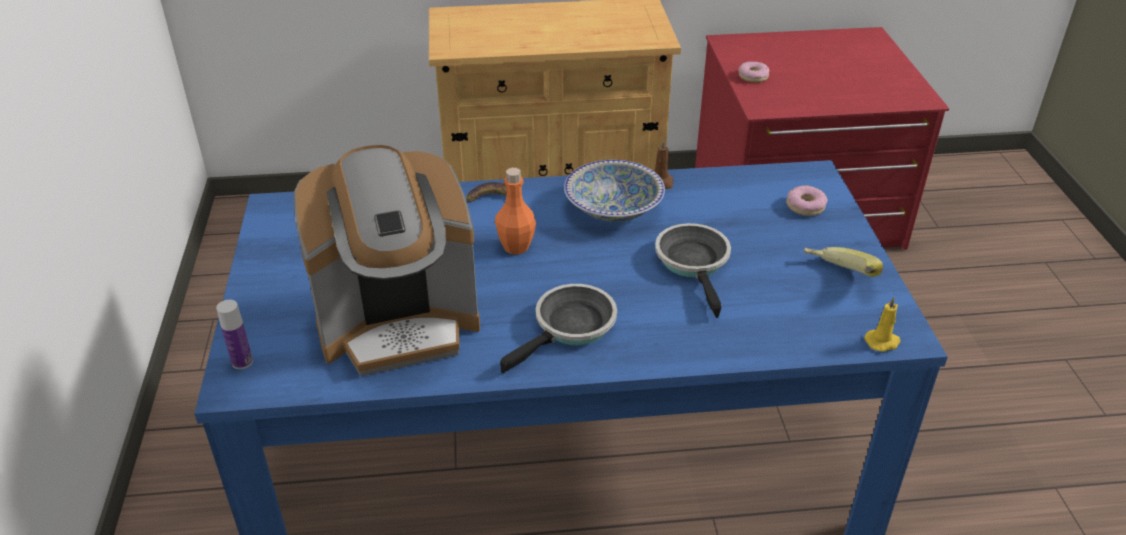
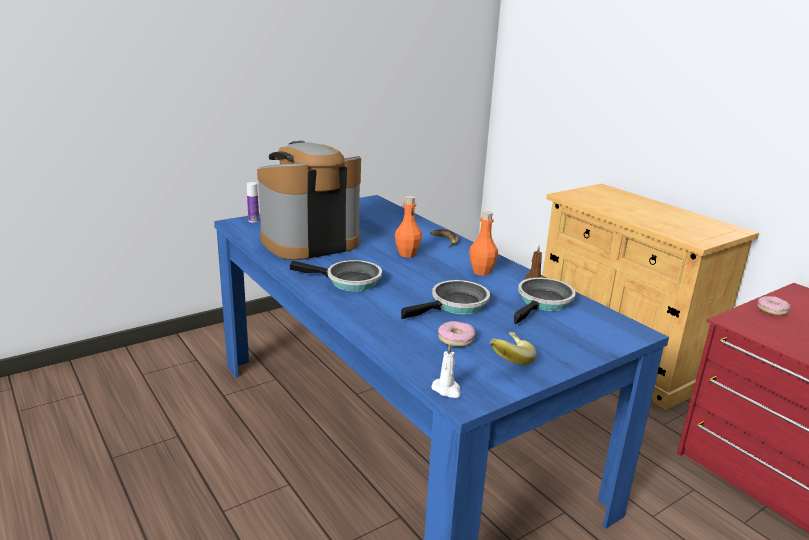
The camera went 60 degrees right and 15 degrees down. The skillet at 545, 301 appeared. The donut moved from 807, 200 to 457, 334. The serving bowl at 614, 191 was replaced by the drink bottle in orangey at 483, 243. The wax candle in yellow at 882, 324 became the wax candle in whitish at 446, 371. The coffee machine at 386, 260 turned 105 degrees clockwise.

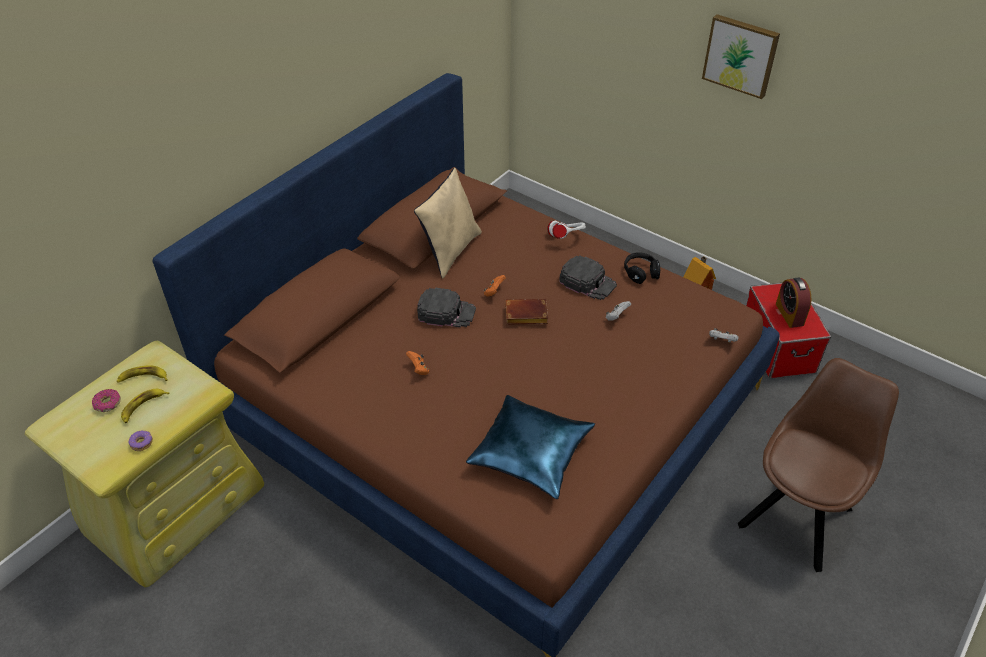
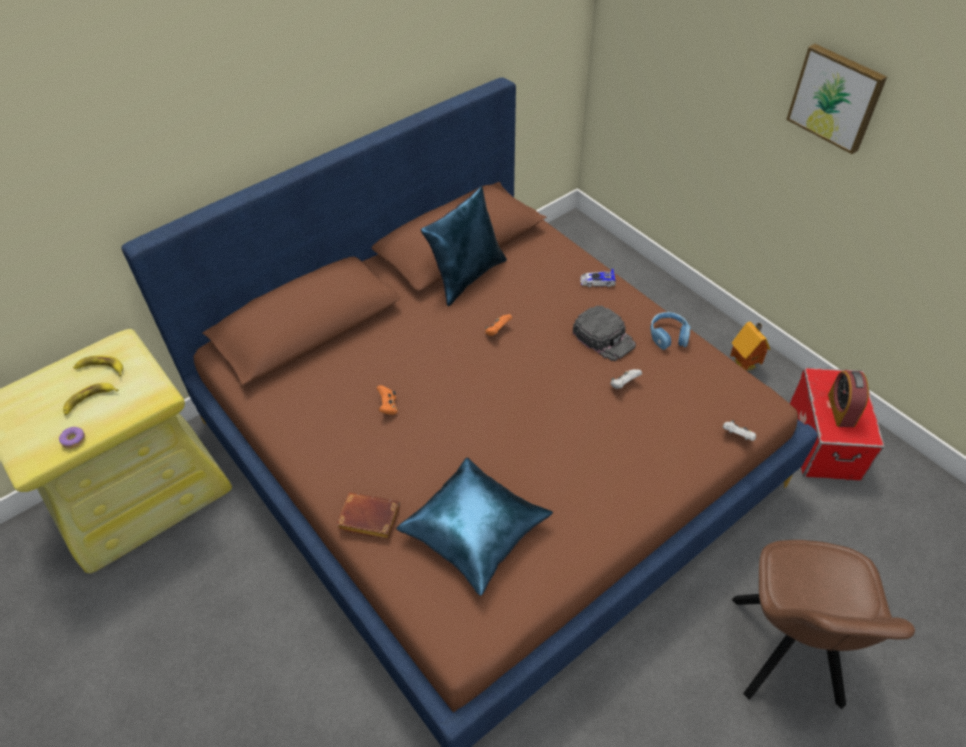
The camera went 15 degrees right and 5 degrees up. The donut at 106, 400 disappeared. The peaked cap in black at 446, 308 disappeared. The book in brownish moved from 526, 312 to 368, 516. The headphones in whitish at 566, 230 was replaced by the miniature car at 598, 277. The throw pillow in beige at 448, 223 became the throw pillow in blue-coloured at 464, 246. The headphones in black at 642, 268 became the headphones in blue-coloured at 670, 331. The plain chair in brownish at 818, 465 turned 135 degrees clockwise.

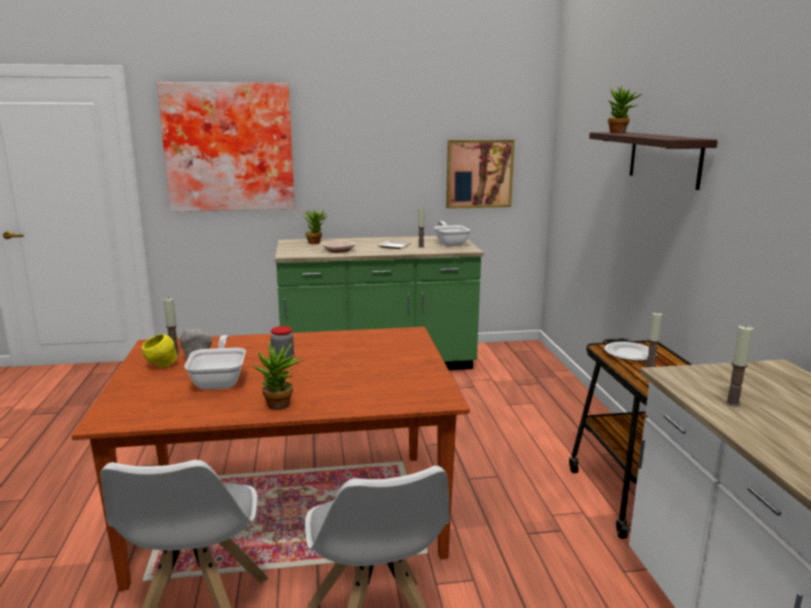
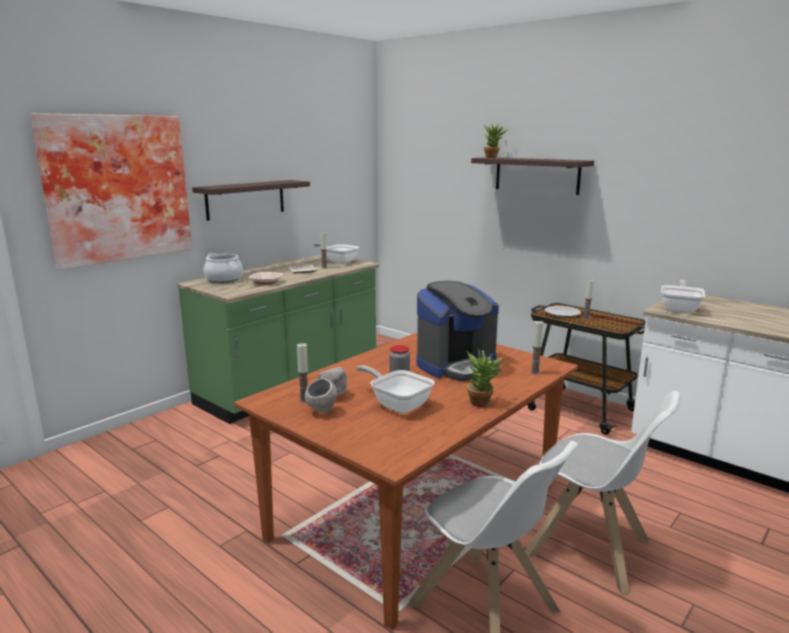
The camera went 40 degrees left and 0 degrees up. The wall picture at 480, 174 disappeared. The shelf at 251, 200 appeared. The coffee machine at 458, 331 appeared. The skillet at 683, 296 appeared. The wax candle moved from 739, 366 to 537, 347. The houseplant at 315, 227 was replaced by the stockpot at 223, 268. The serving bowl in yellow at 160, 351 became the serving bowl in gray at 321, 395.

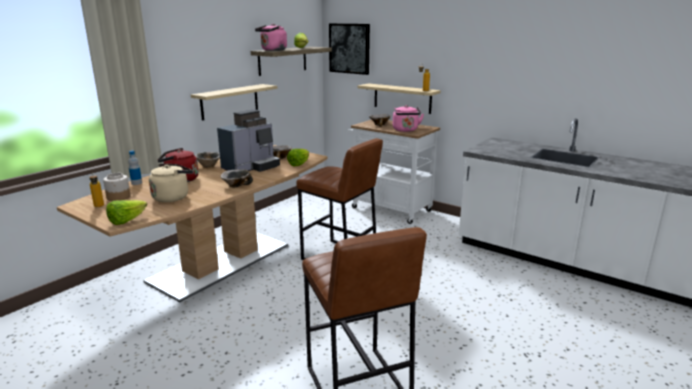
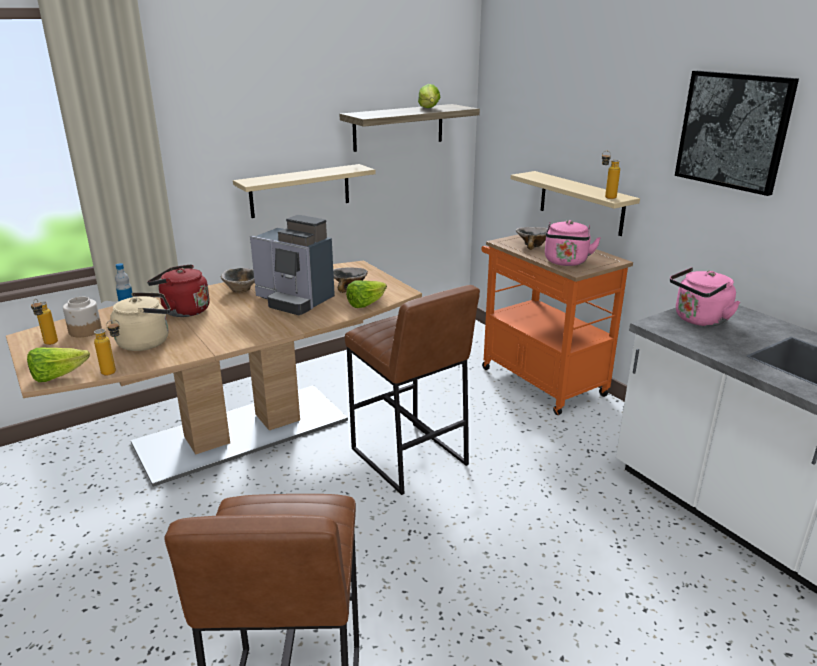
The camera went 20 degrees right and 5 degrees up. The serving bowl at 237, 178 disappeared. The drink bottle at 107, 348 appeared. The water kettle in pink-coloured moved from 271, 37 to 705, 297. The wall picture moved from 349, 49 to 737, 133. The cart in whitish at 393, 172 became the cart in orangey at 557, 324. The coffee machine at 248, 140 turned 60 degrees clockwise.

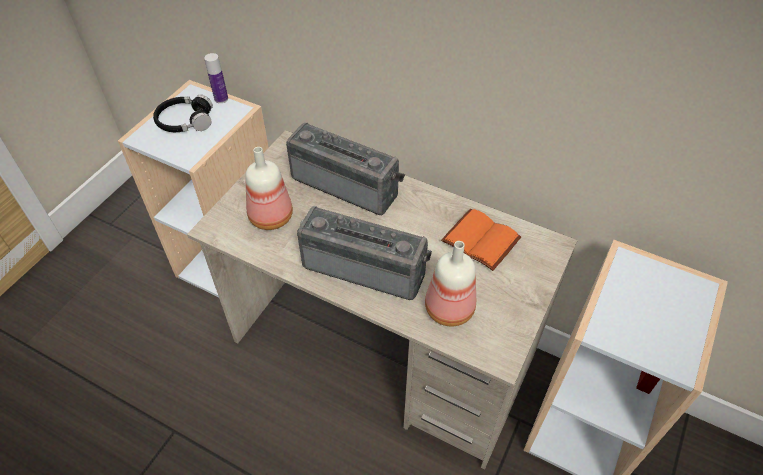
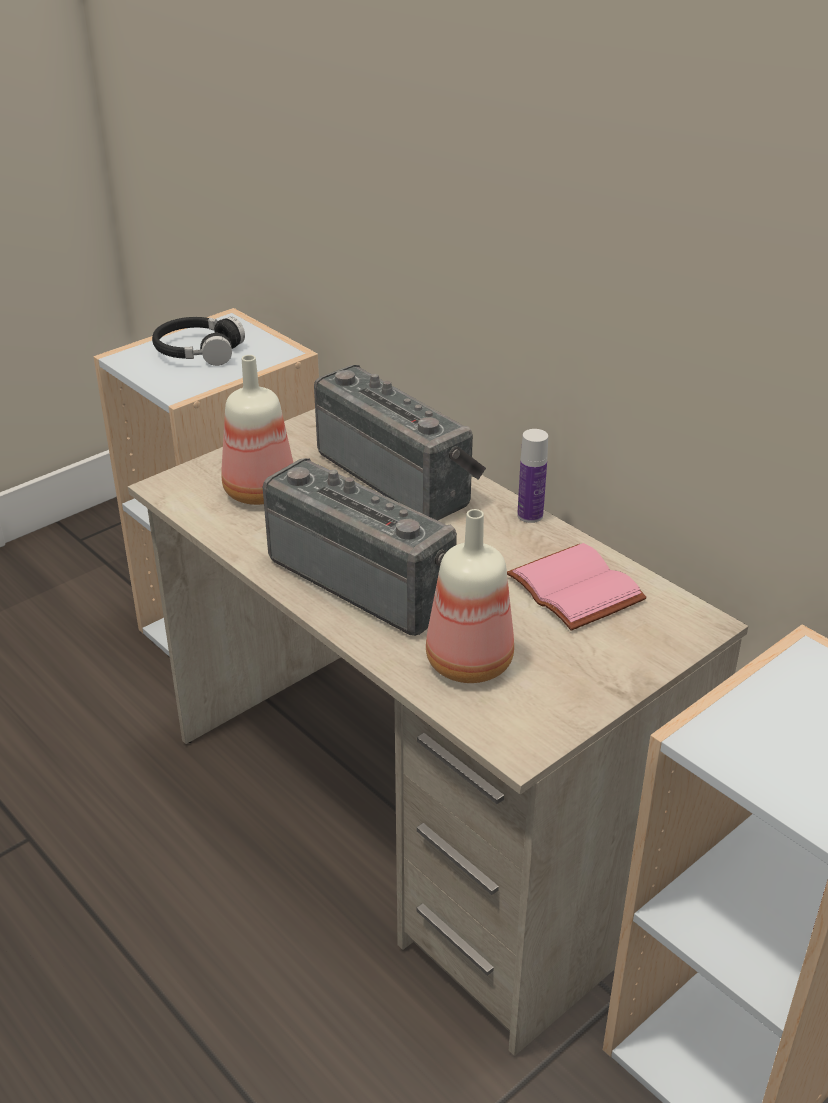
The camera went 20 degrees right and 15 degrees down. The drink bottle moved from 216, 78 to 532, 476. The book in orangey at 481, 240 became the book in pink-coloured at 577, 587.

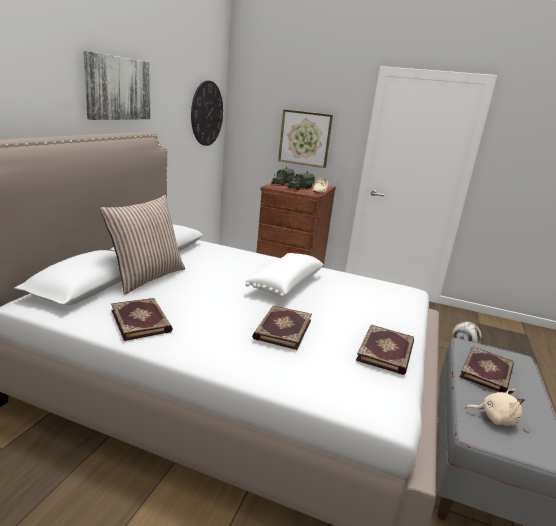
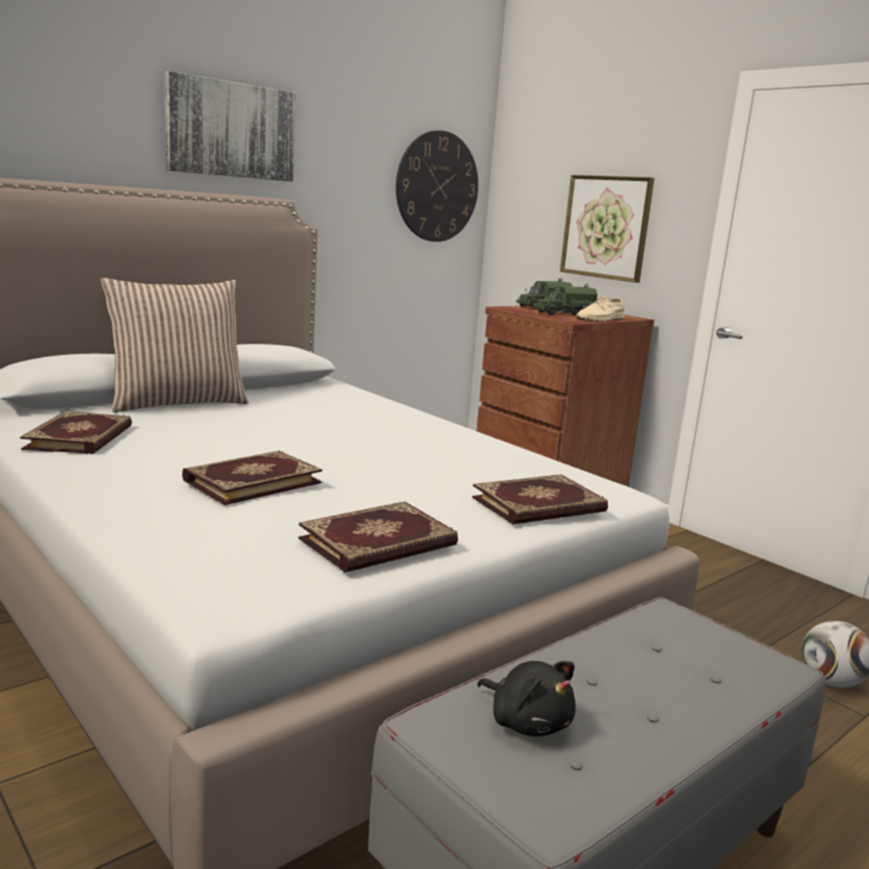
The camera went 30 degrees right and 5 degrees down. The throw pillow in whitish at 284, 275 disappeared. The book moved from 487, 369 to 540, 499. The cuddly toy in beige at 495, 407 became the cuddly toy in black at 526, 699.

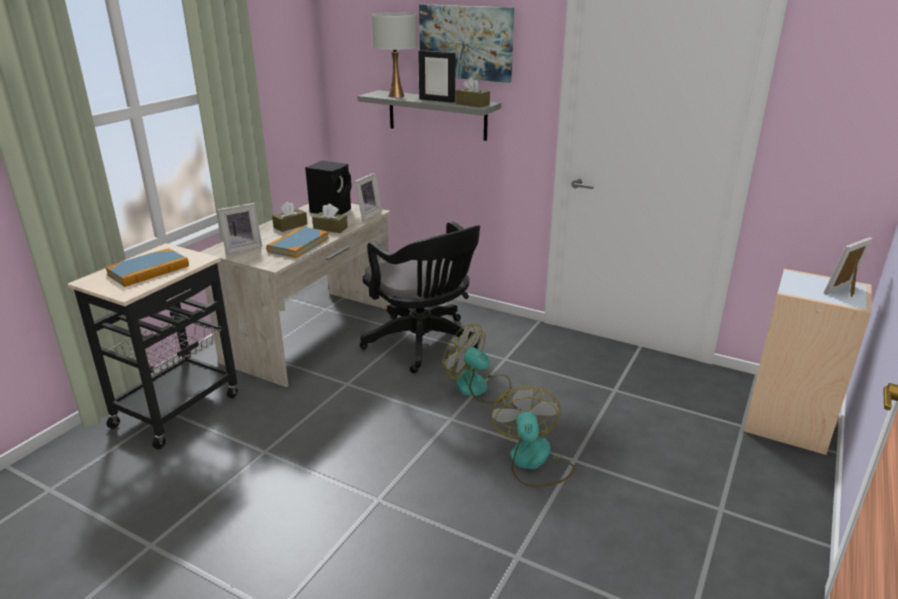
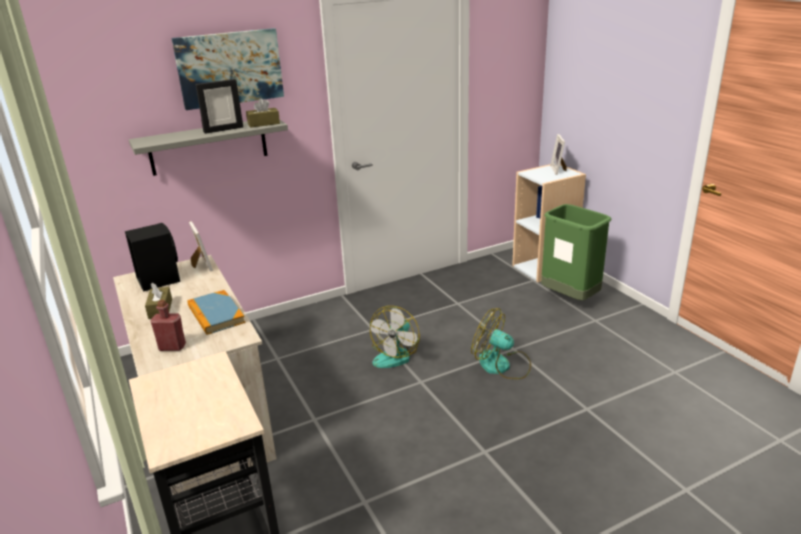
The camera went 55 degrees left and 0 degrees up. The book at 147, 267 disappeared. The box of tissues in brownish at 330, 218 disappeared. The computer chair in black at 420, 298 disappeared. The table lamp in whitish at 394, 55 disappeared. The trash can in green at 576, 252 appeared. The photo frame at 239, 228 was replaced by the drink bottle in red-coloured at 168, 325. The cooling fan at 476, 363 turned 45 degrees counterclockwise.

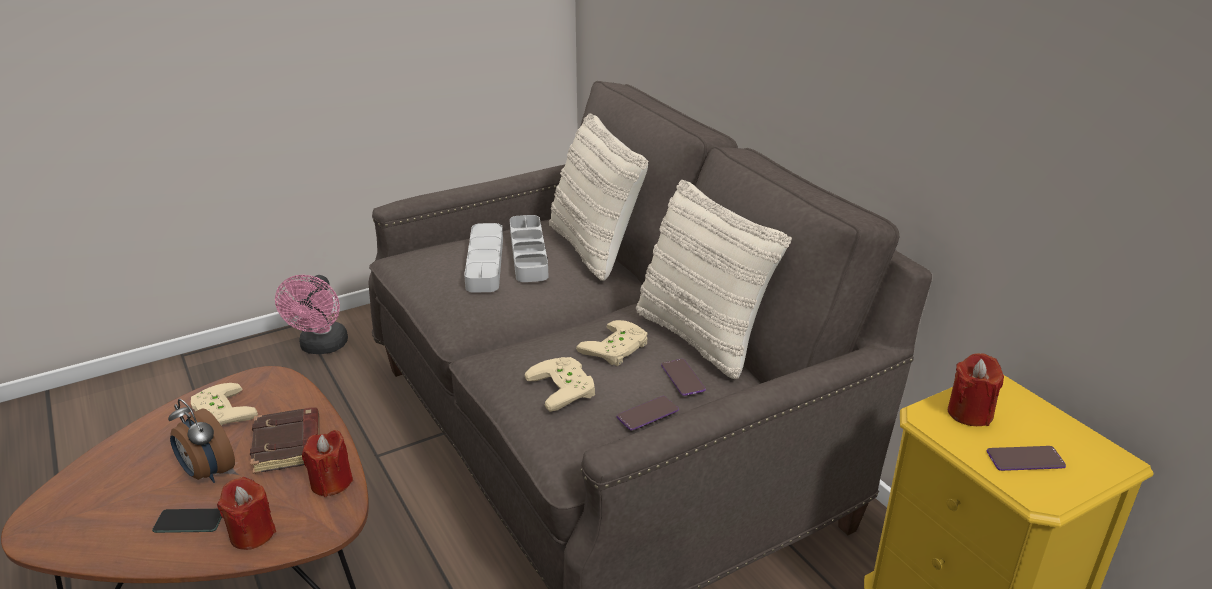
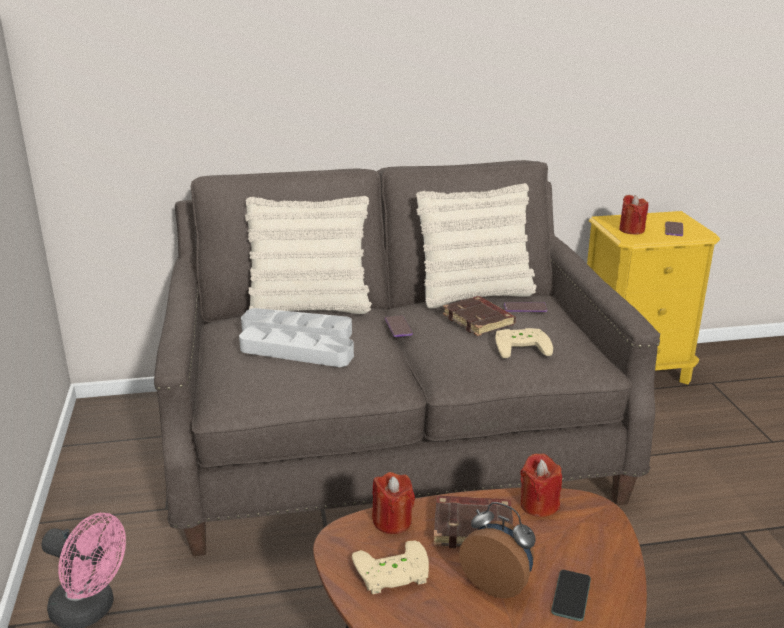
The camera went 70 degrees left and 5 degrees down. The wax candle in red-coloured moved from 246, 513 to 393, 503. The phone moved from 648, 413 to 399, 326. The game controller in beige at 612, 343 was replaced by the book in brownish at 479, 316. The table clock at 201, 441 turned 120 degrees counterclockwise.

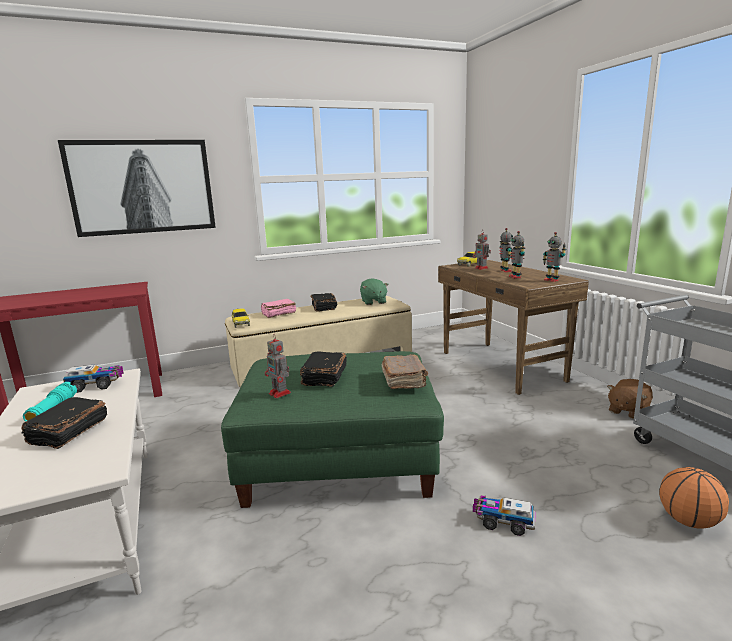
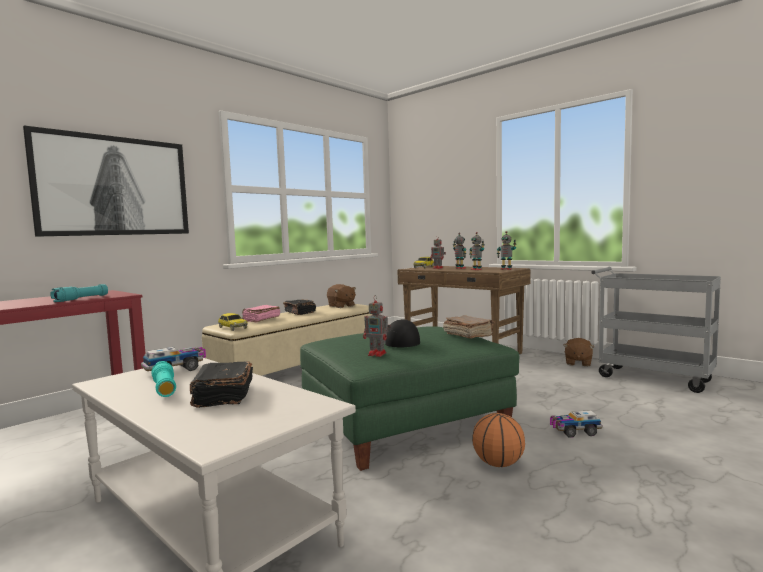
The camera went 25 degrees left and 10 degrees down. The torch in turquoise-coloured at 79, 293 appeared. The basketball moved from 694, 498 to 498, 440. The book in black at 323, 369 was replaced by the peaked cap at 402, 333. The cuddly toy in green at 374, 291 became the cuddly toy in brownish at 341, 296.

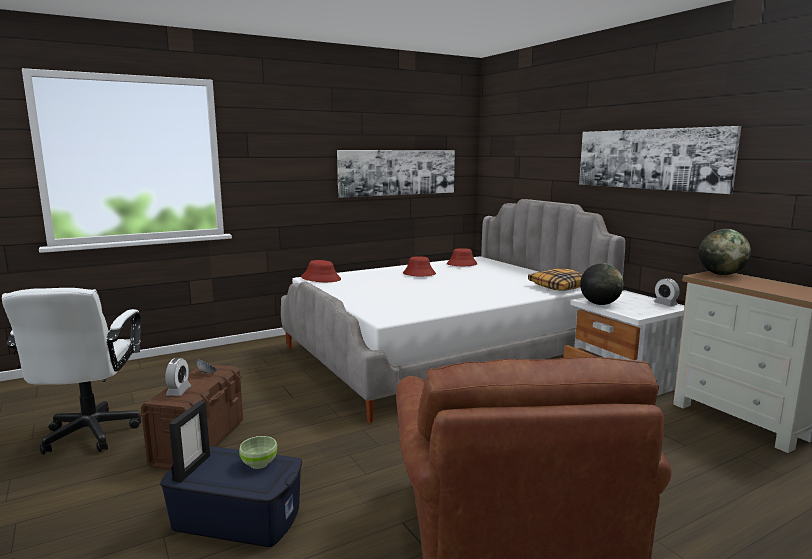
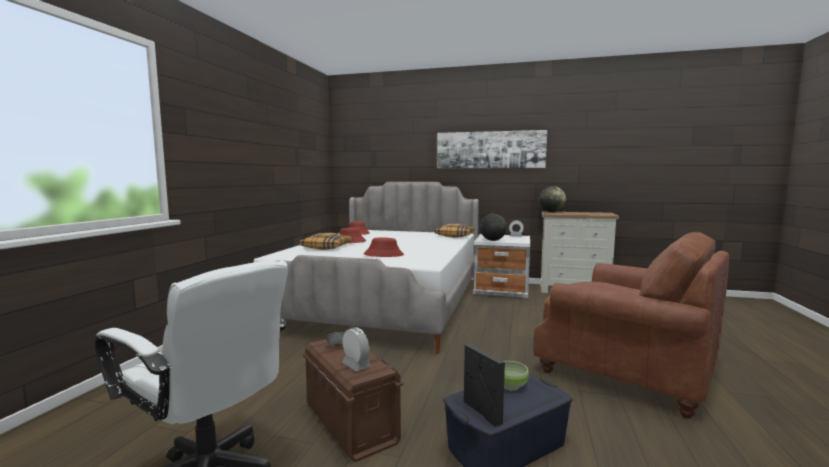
The camera went 45 degrees left and 5 degrees down. The wall picture at 396, 174 disappeared. The throw pillow at 325, 241 appeared. The hat in red-coloured moved from 321, 271 to 383, 247.

